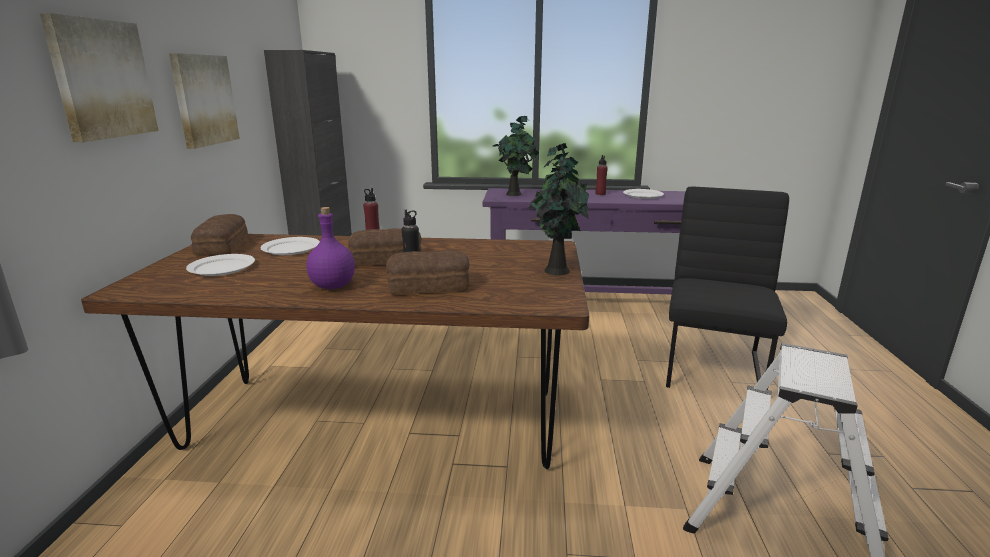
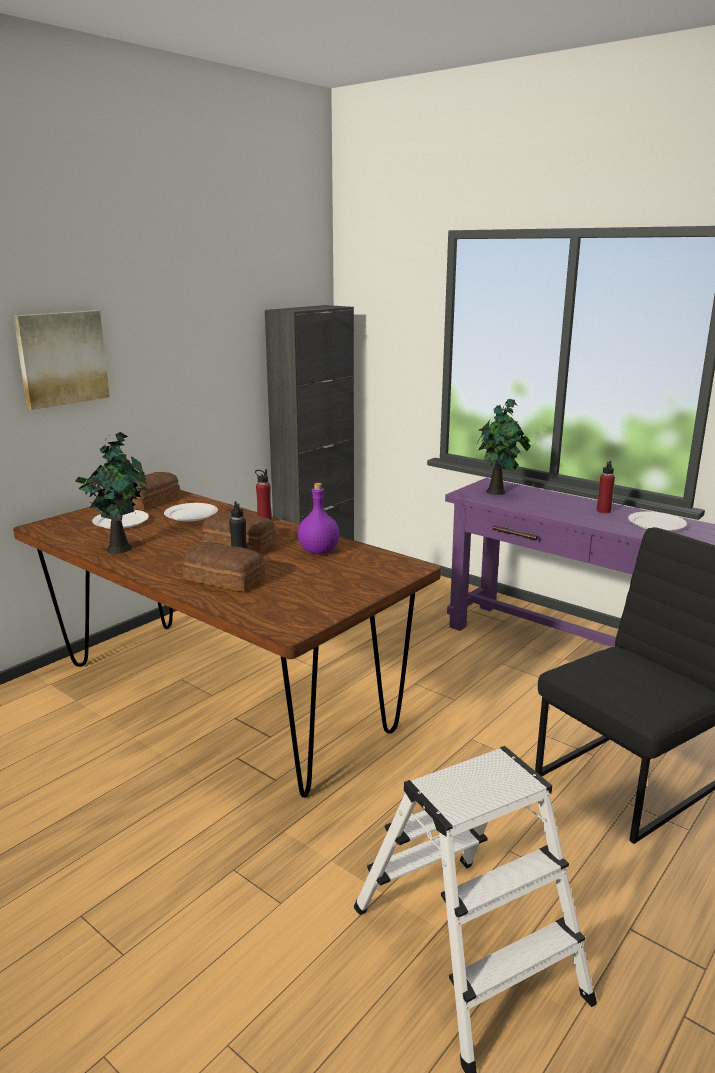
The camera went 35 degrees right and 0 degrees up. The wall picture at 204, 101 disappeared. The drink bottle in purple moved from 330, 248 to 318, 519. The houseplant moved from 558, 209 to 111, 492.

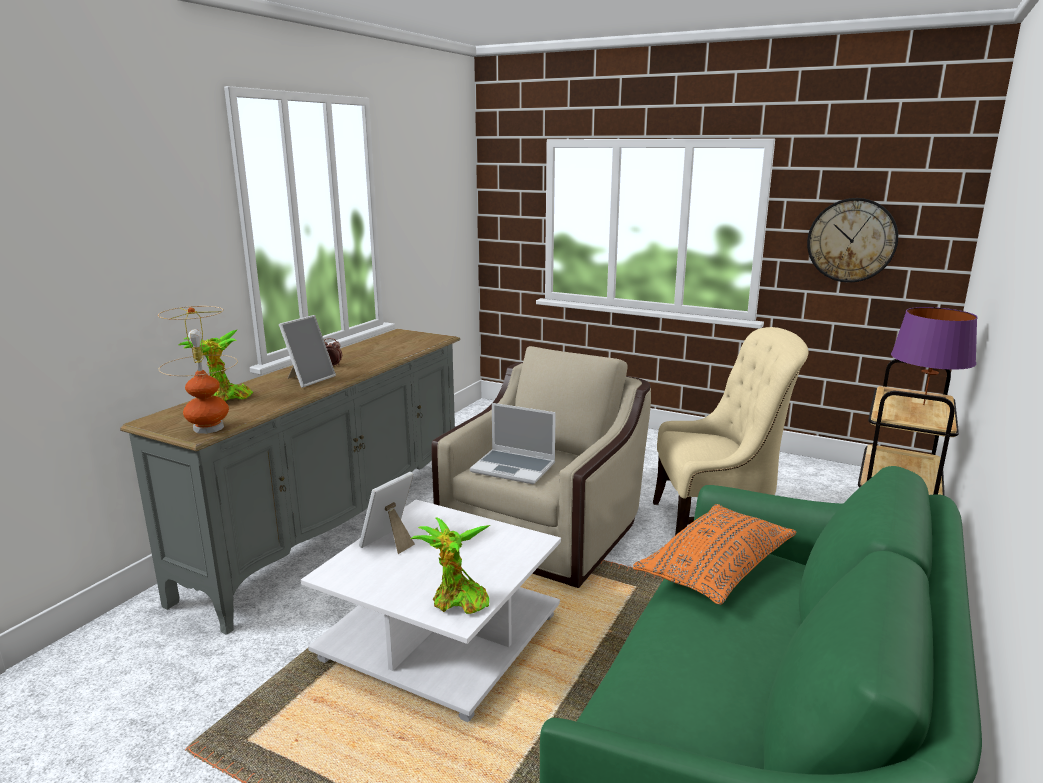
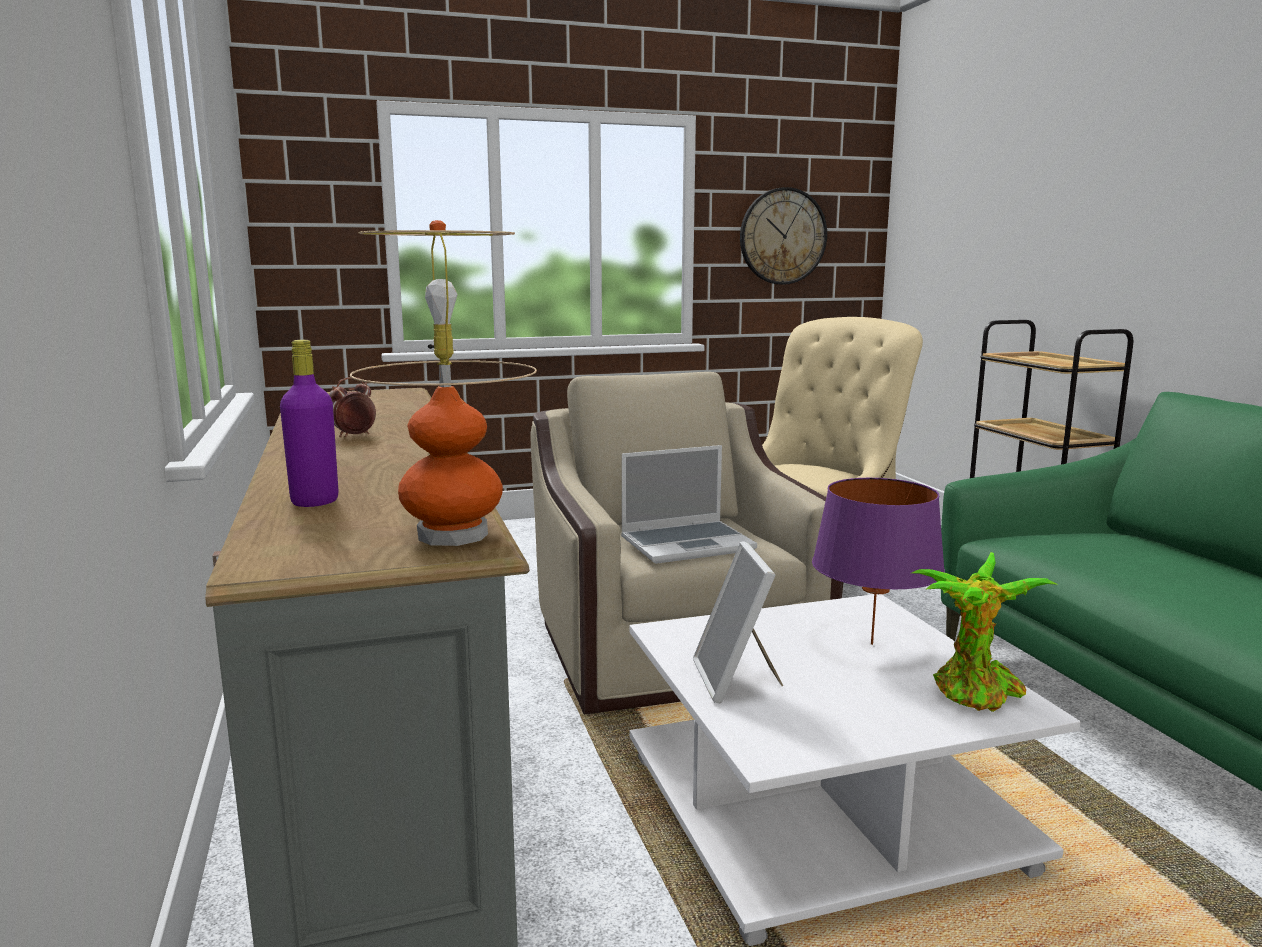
The camera went 45 degrees left and 5 degrees down. The photo frame at 307, 351 disappeared. The throw pillow in orangey at 714, 554 disappeared. The table lamp in purple moved from 934, 356 to 878, 561. The houseplant at 216, 365 was replaced by the drink bottle in purple at 309, 423.

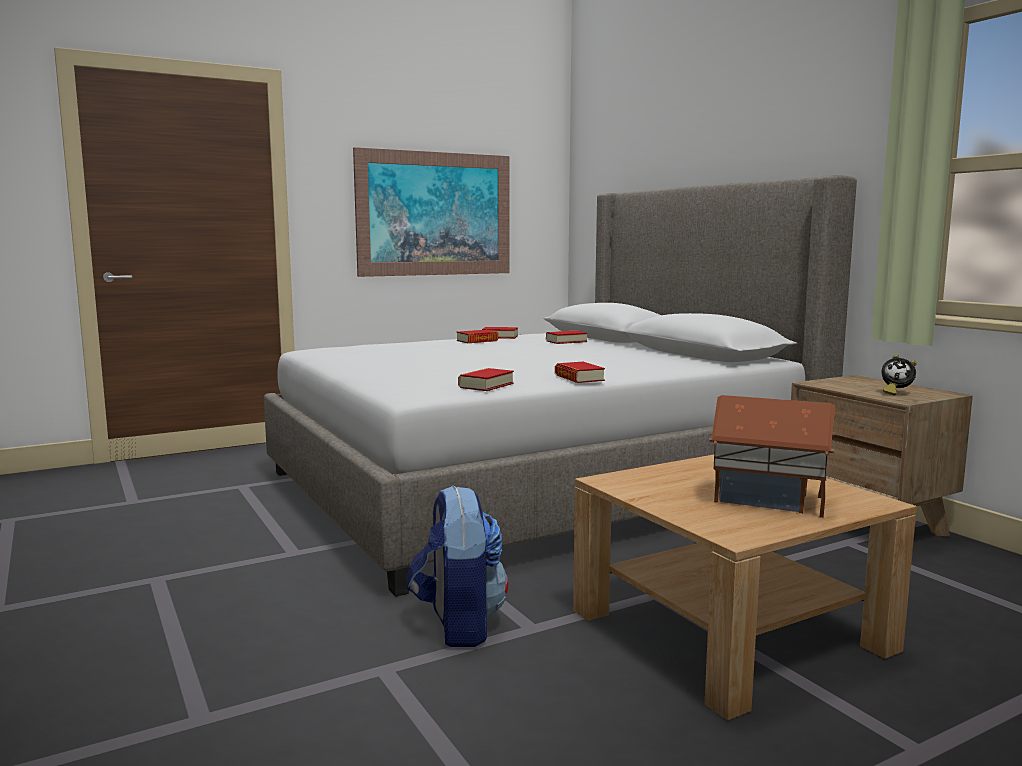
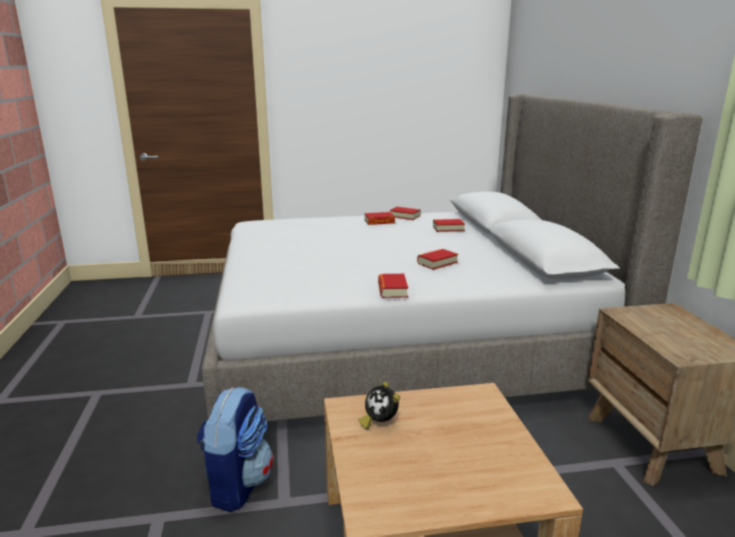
The camera went 20 degrees right and 10 degrees up. The wall picture at 431, 212 disappeared. The miniature house at 772, 456 disappeared. The book moved from 486, 379 to 437, 259. The table clock moved from 899, 375 to 379, 406.

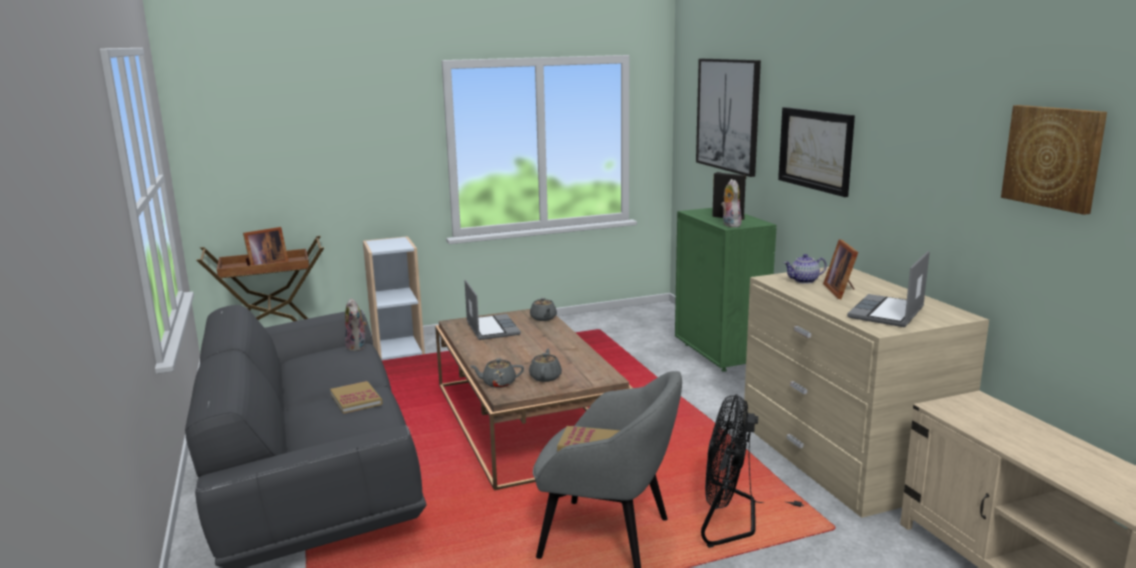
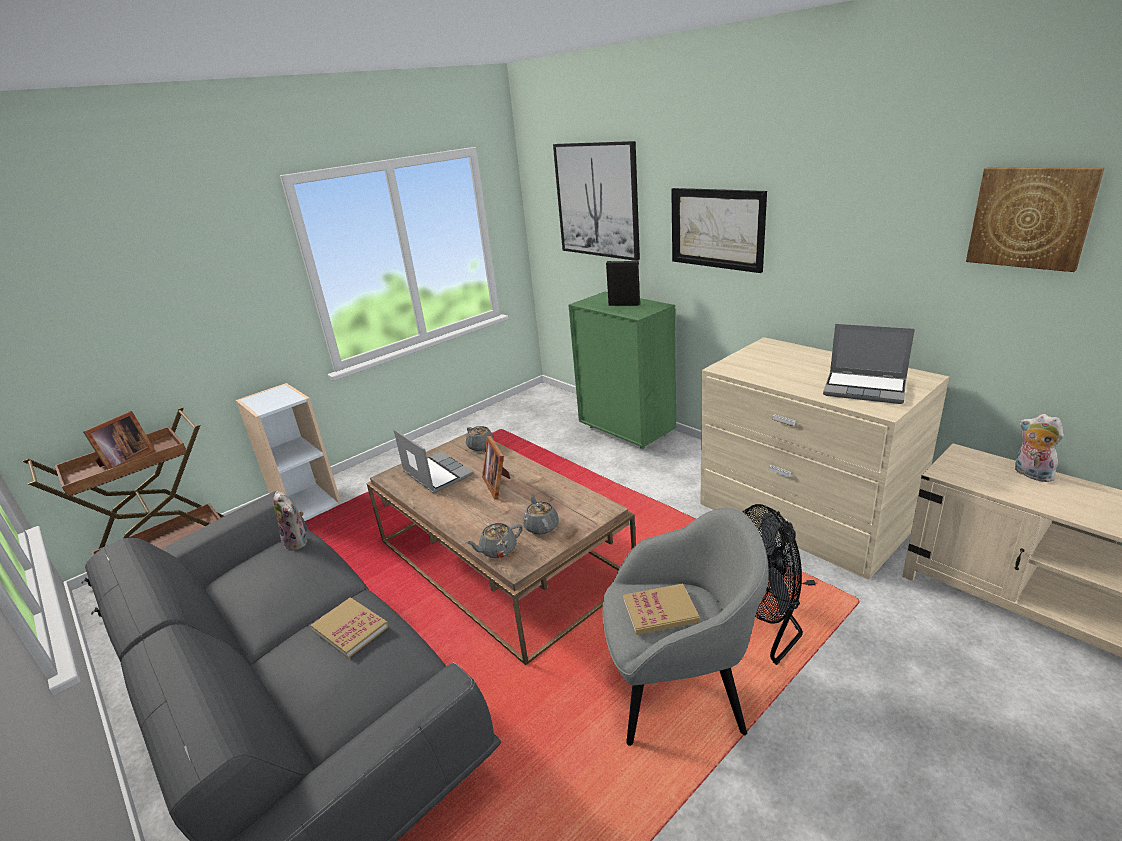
The camera went 20 degrees left and 10 degrees up. The teapot at 805, 269 disappeared. The cuddly toy moved from 731, 203 to 1039, 448. The photo frame moved from 840, 269 to 496, 467. The laptop at 888, 289 turned 75 degrees counterclockwise.

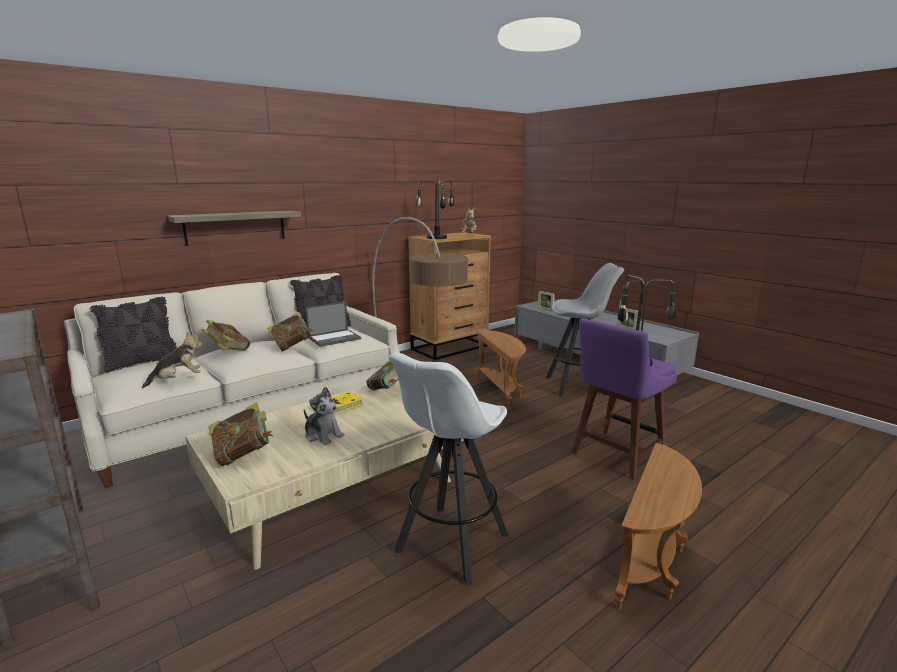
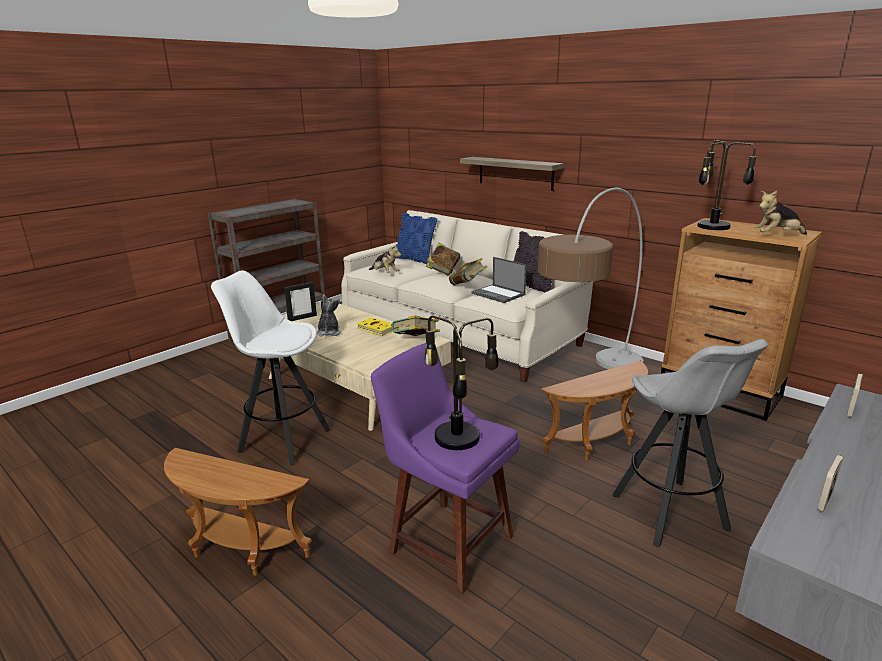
The camera went 80 degrees right and 5 degrees up. The book at 241, 434 was replaced by the photo frame at 300, 301. The throw pillow in black at 133, 335 became the throw pillow in blue-coloured at 416, 238. The cuddly toy at 324, 415 turned 150 degrees clockwise.

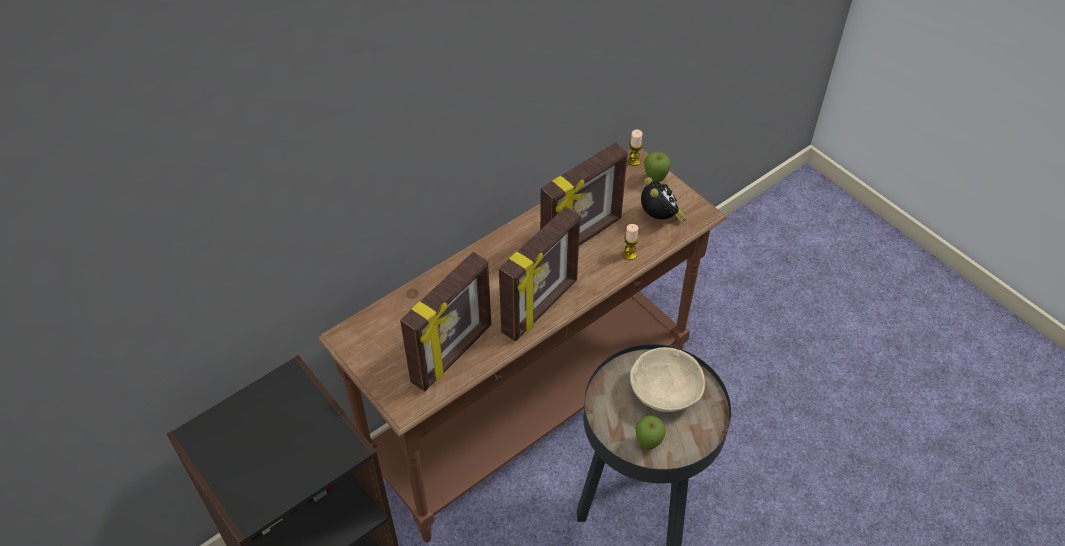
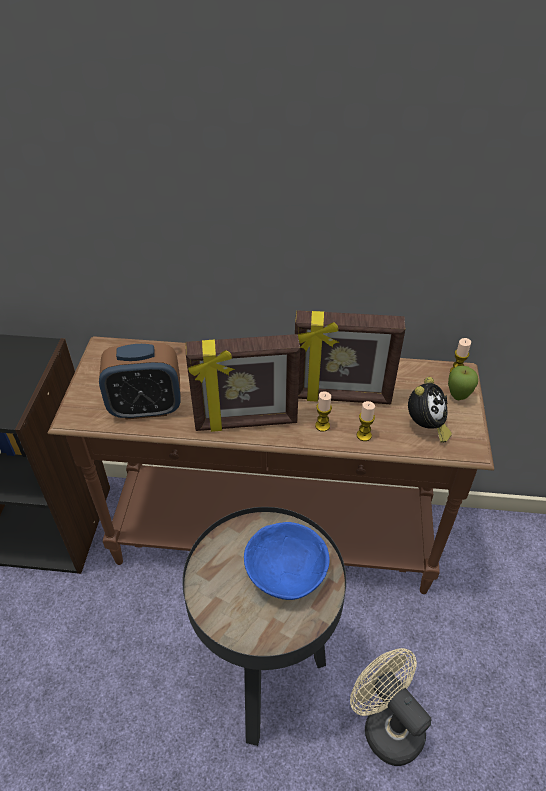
The camera went 45 degrees right and 5 degrees down. The apple fruit at 651, 433 disappeared. The wax candle at 323, 411 appeared. The cooling fan in beige at 391, 707 appeared. The photo frame at 445, 322 was replaced by the table clock at 140, 381. The serving bowl in beige at 667, 379 became the serving bowl in blue-coloured at 287, 561.

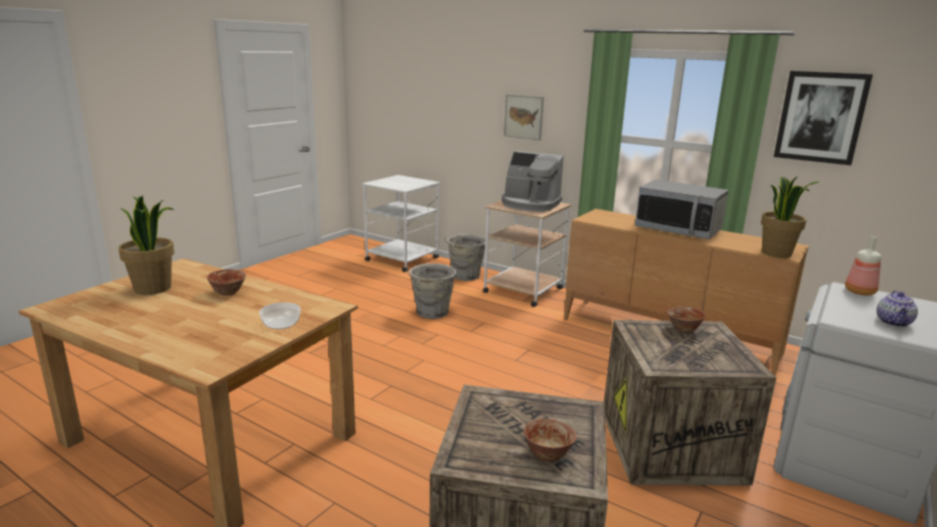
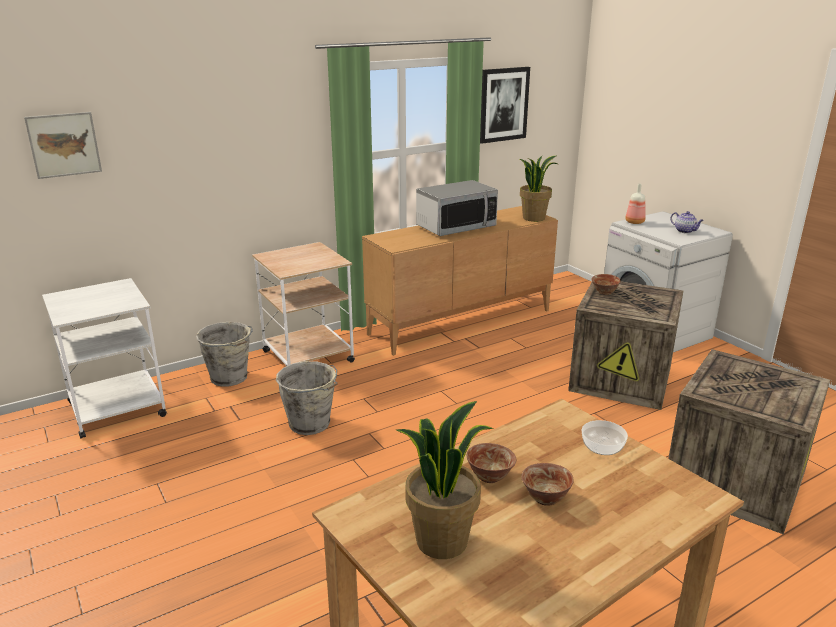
The camera went 65 degrees left and 5 degrees up. The coffee machine at 533, 181 disappeared. The wall picture moved from 524, 117 to 63, 145. The serving bowl moved from 550, 440 to 547, 484.

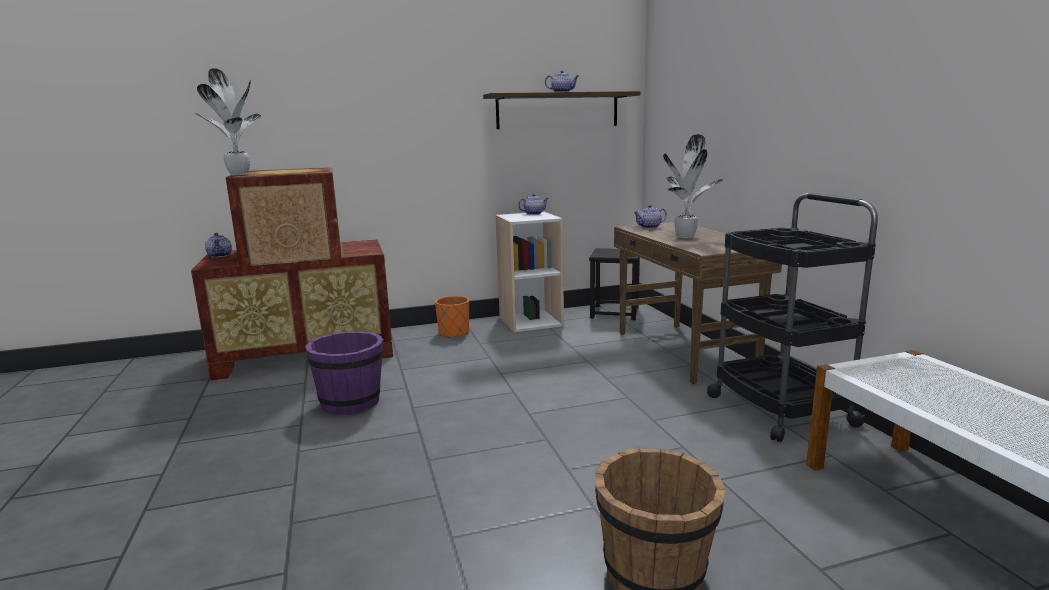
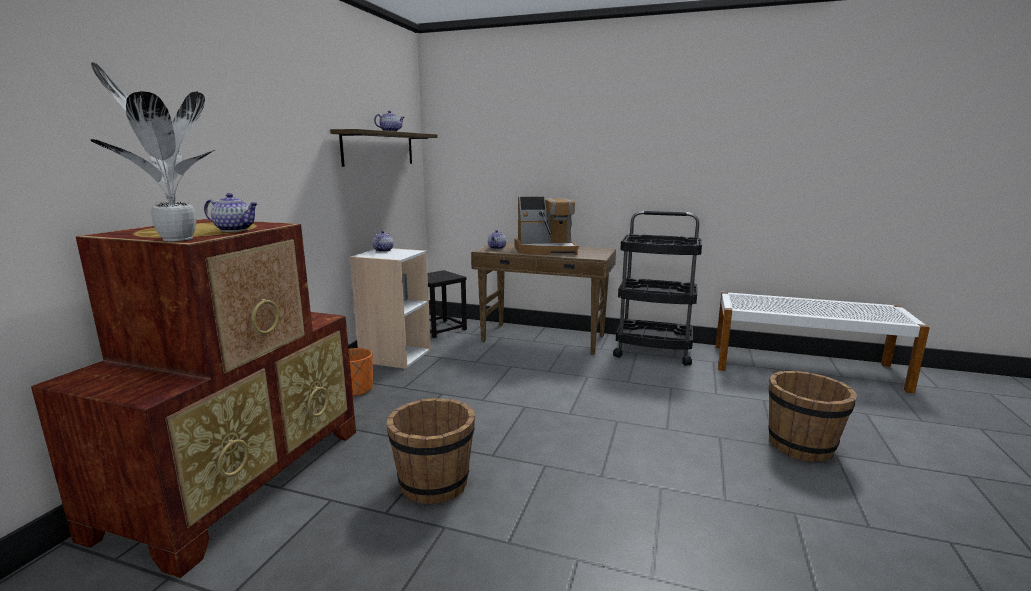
The camera went 55 degrees left and 0 degrees up. The teapot moved from 218, 245 to 231, 212. The houseplant at 693, 186 was replaced by the coffee machine at 546, 225. The bucket in purple at 344, 373 became the bucket in brownish at 431, 451.

